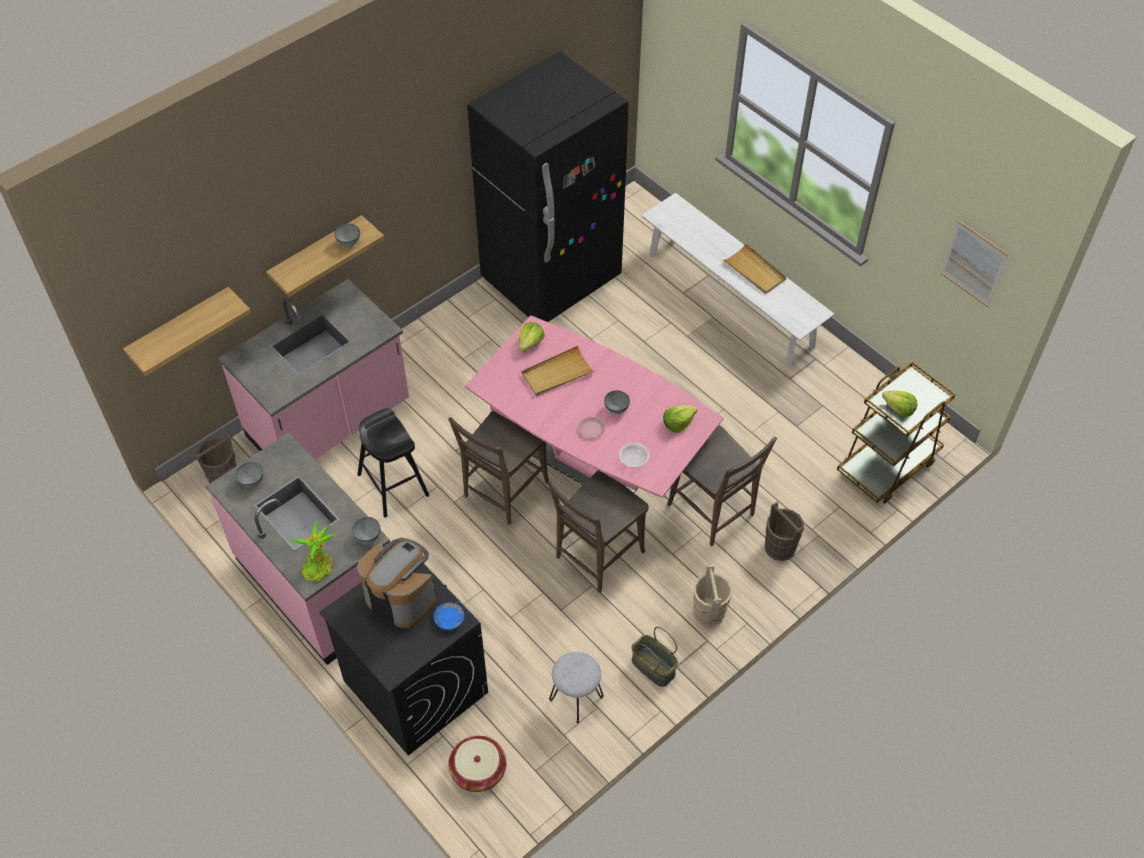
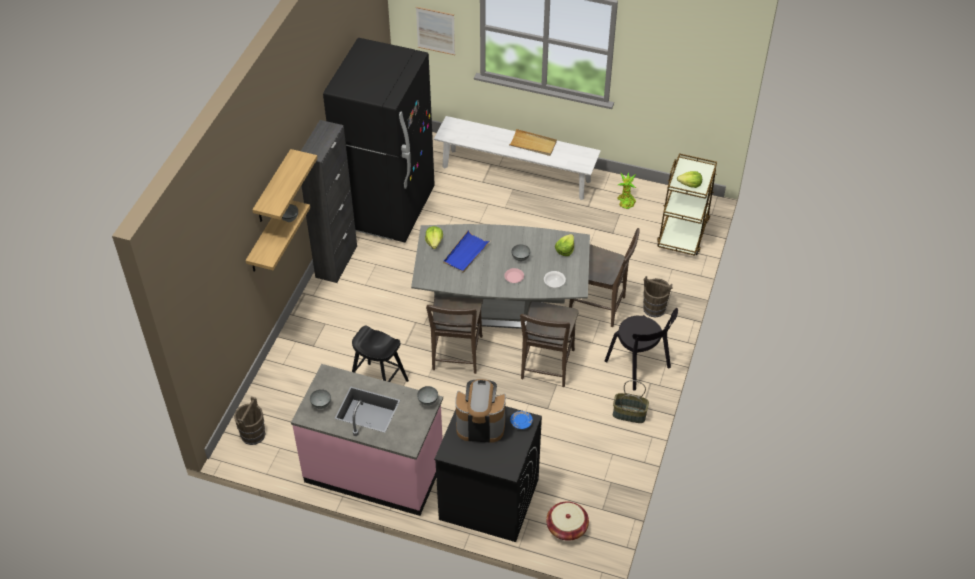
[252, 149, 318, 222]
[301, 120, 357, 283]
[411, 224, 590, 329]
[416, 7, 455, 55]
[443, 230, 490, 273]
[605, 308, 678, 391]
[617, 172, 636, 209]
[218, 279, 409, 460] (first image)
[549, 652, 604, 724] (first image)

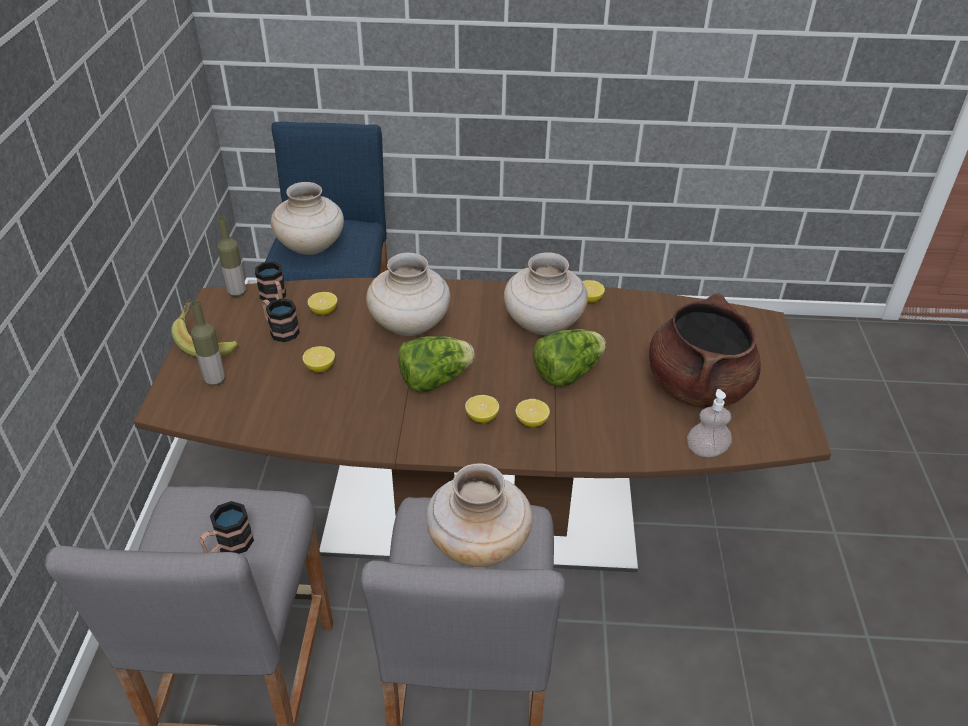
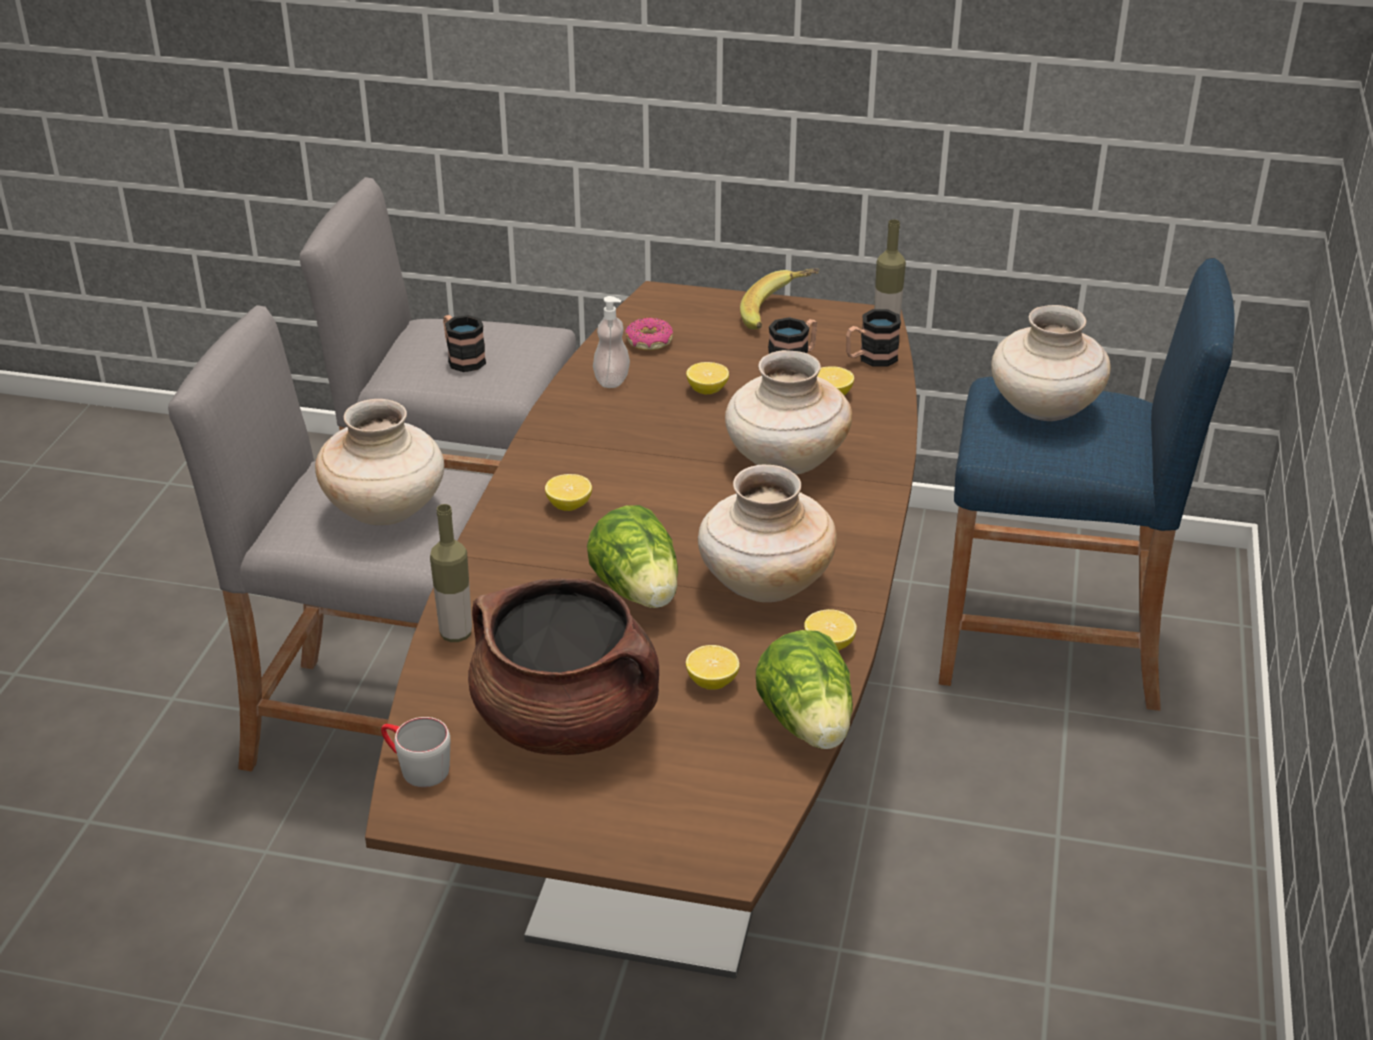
[381, 717, 450, 787]
[430, 504, 472, 642]
[593, 296, 630, 388]
[625, 317, 673, 350]
[686, 645, 740, 690]
[756, 630, 853, 749]

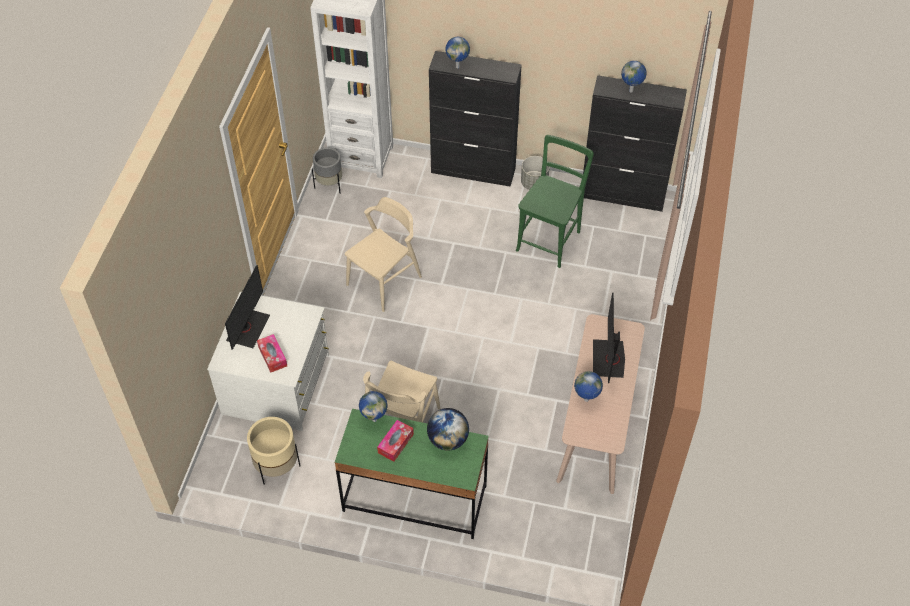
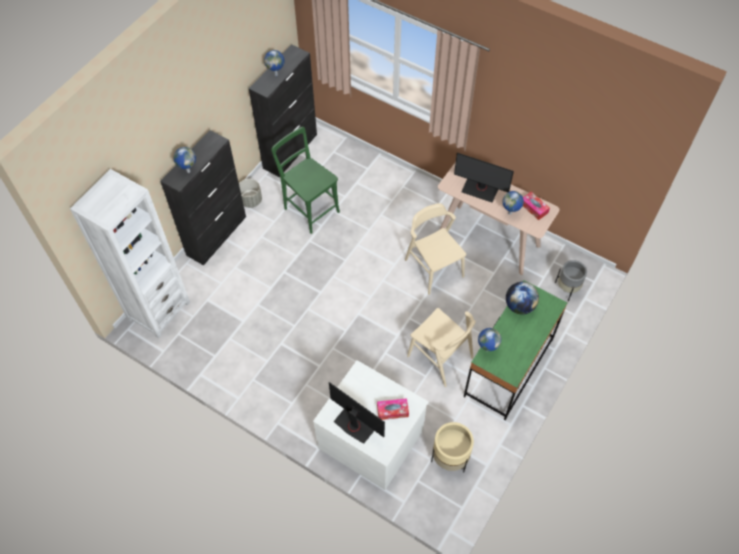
[405, 203, 466, 295]
[523, 192, 550, 220]
[555, 260, 587, 301]

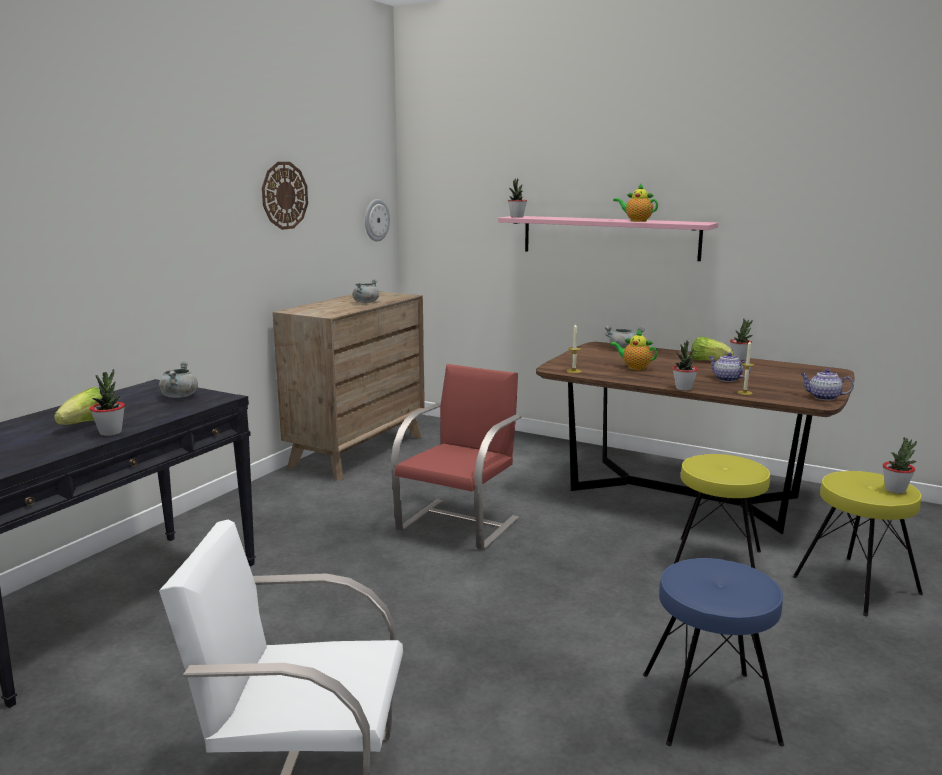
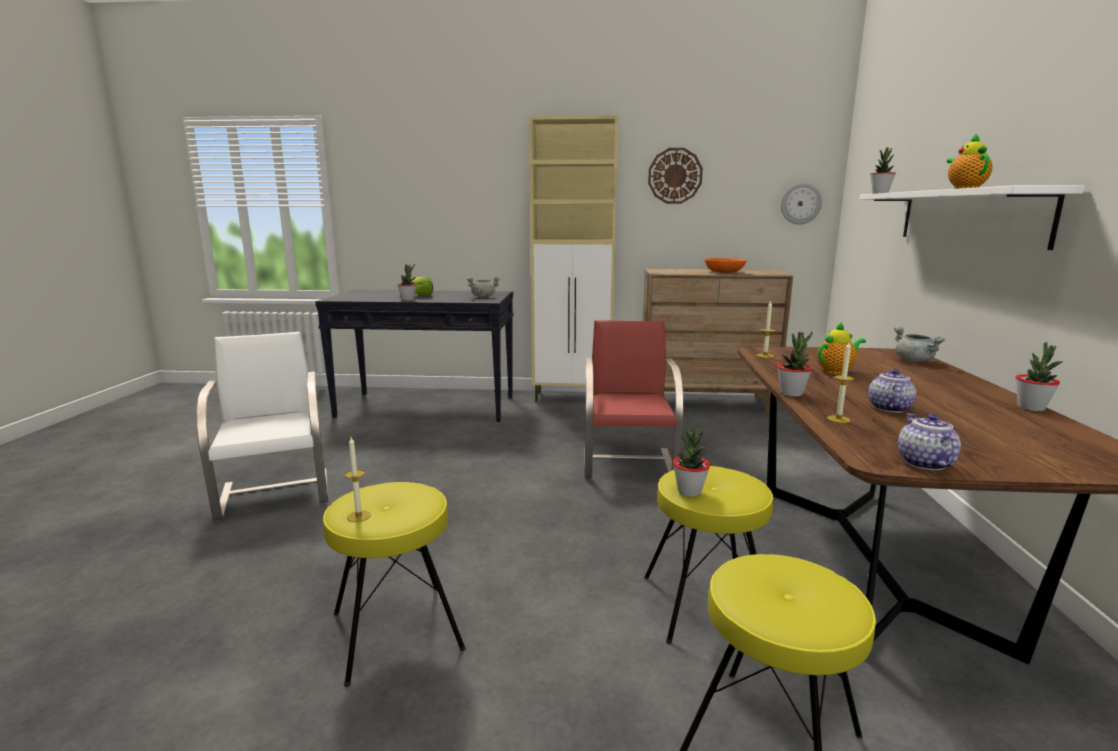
[323, 482, 466, 687]
[344, 437, 371, 522]
[529, 115, 618, 402]
[584, 320, 684, 478]
[673, 426, 710, 497]
[705, 258, 747, 273]
[817, 322, 866, 374]
[859, 185, 1085, 250]
[691, 337, 734, 360] (first image)

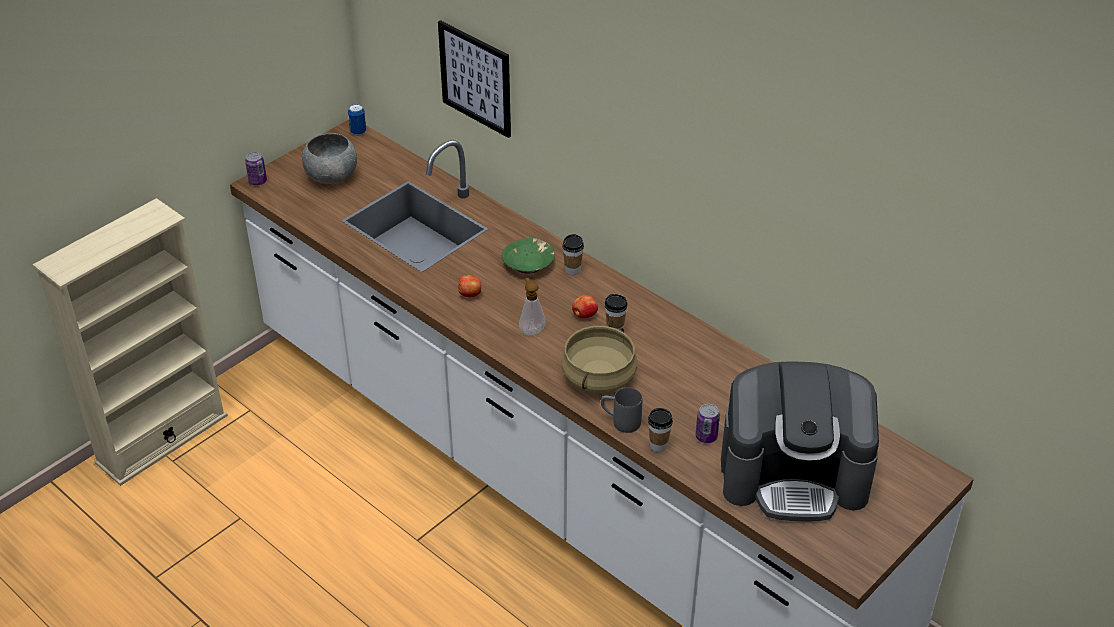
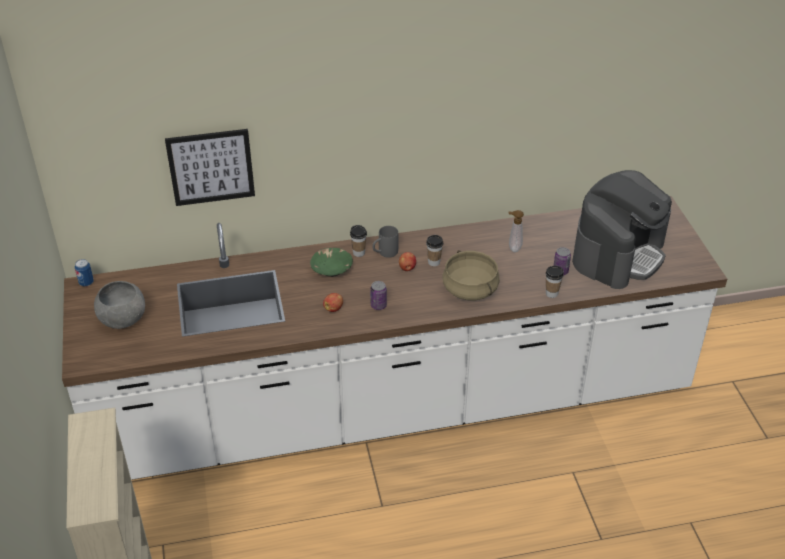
[370, 281, 387, 310]
[373, 226, 398, 258]
[508, 210, 524, 252]

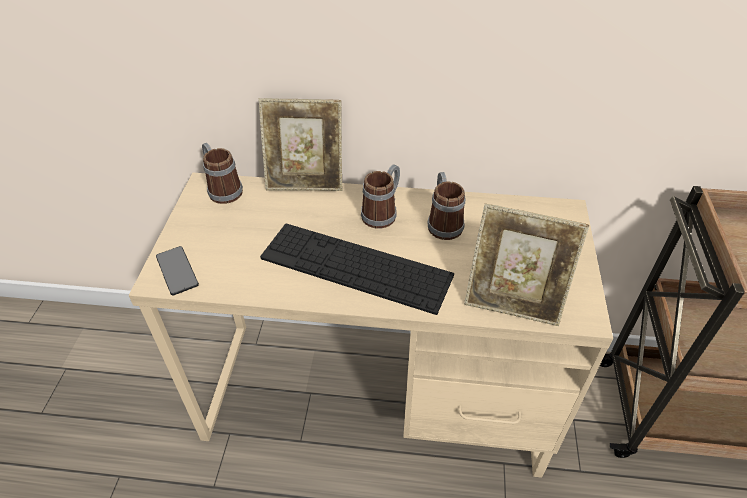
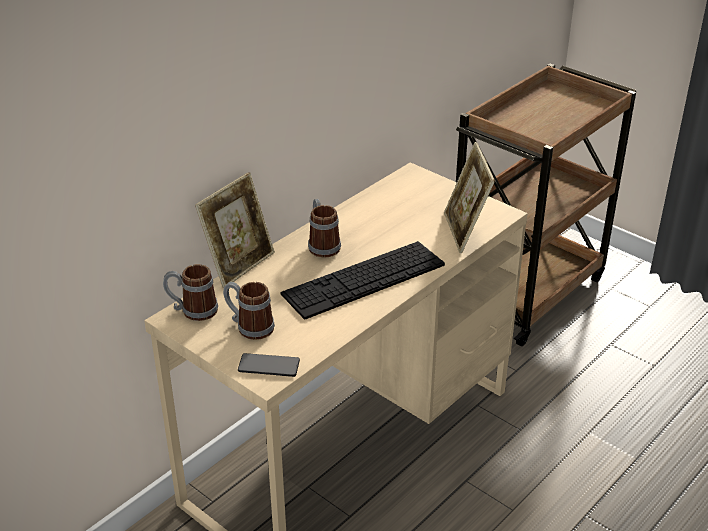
[223, 282, 275, 340]
[444, 142, 495, 253]

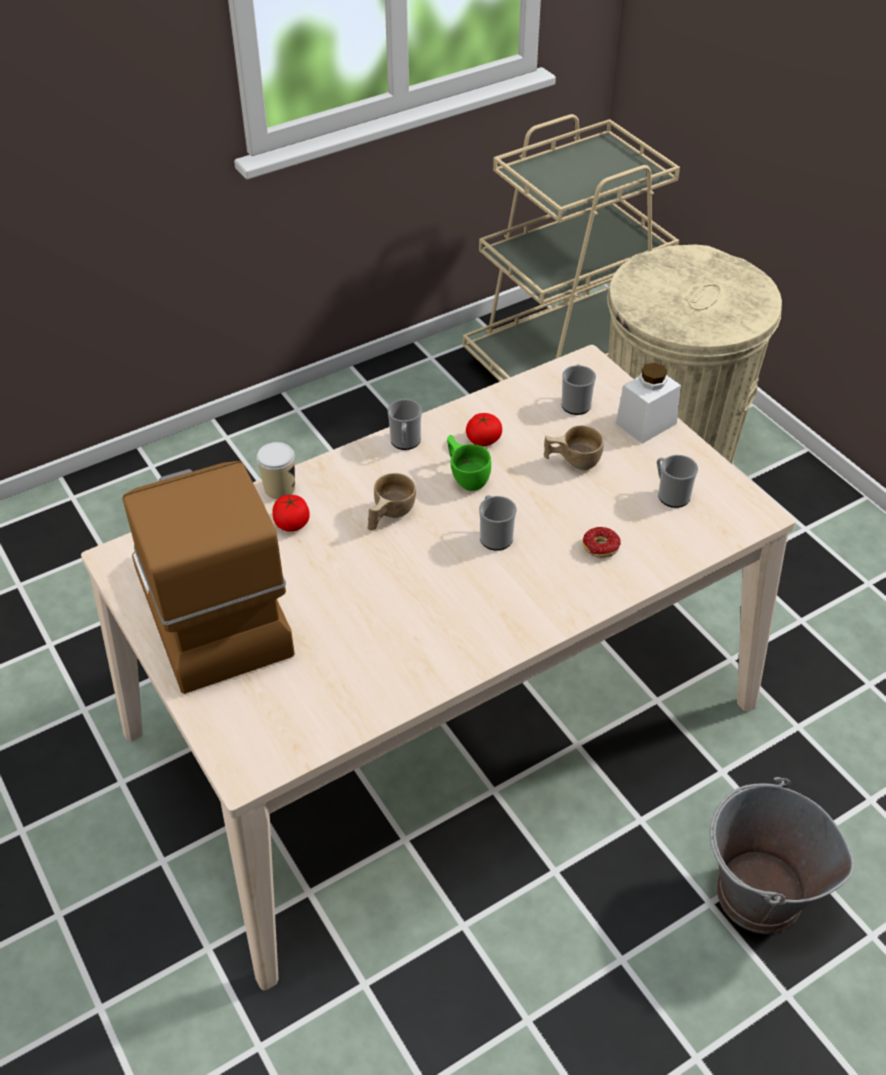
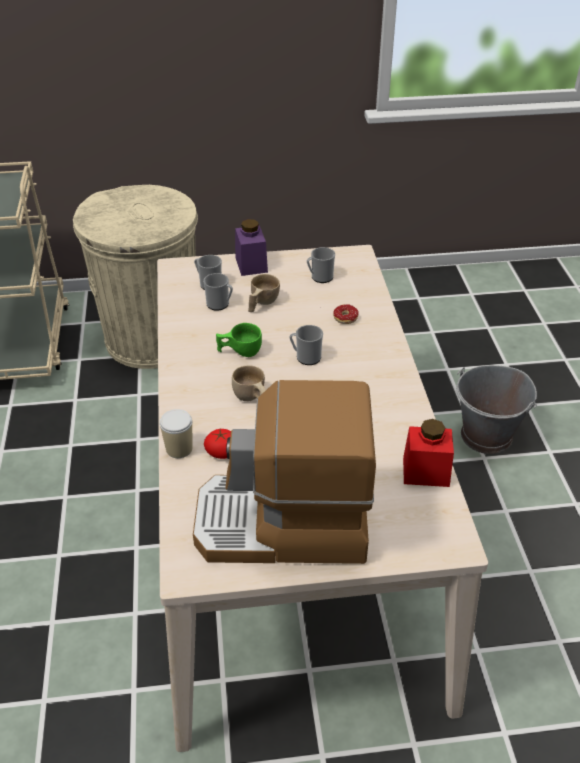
[203, 273, 233, 311]
[235, 219, 268, 276]
[403, 419, 454, 487]
[466, 413, 502, 446] (first image)

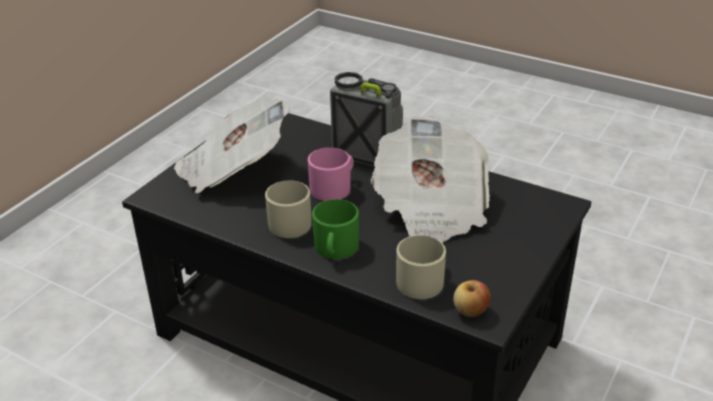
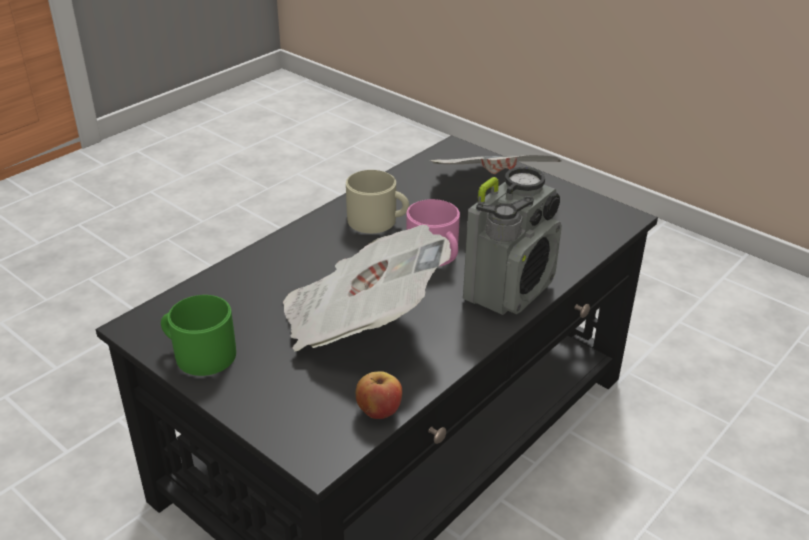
[161, 295, 236, 376]
[356, 371, 402, 419]
[396, 235, 446, 299] (first image)

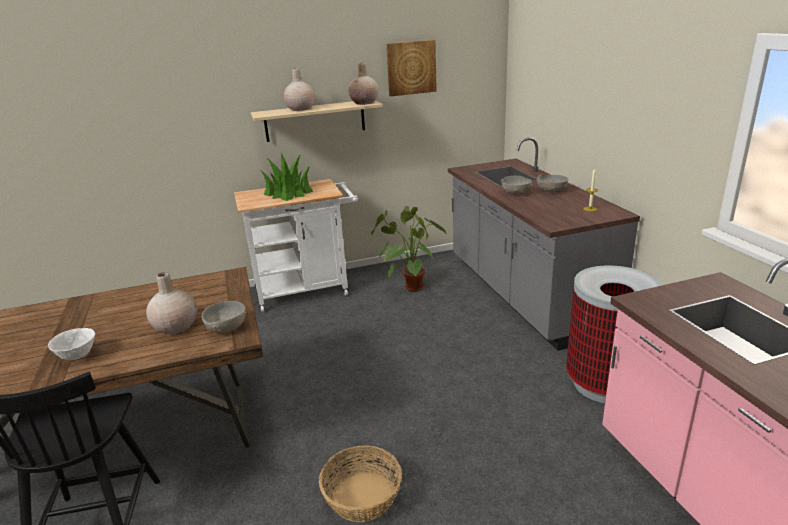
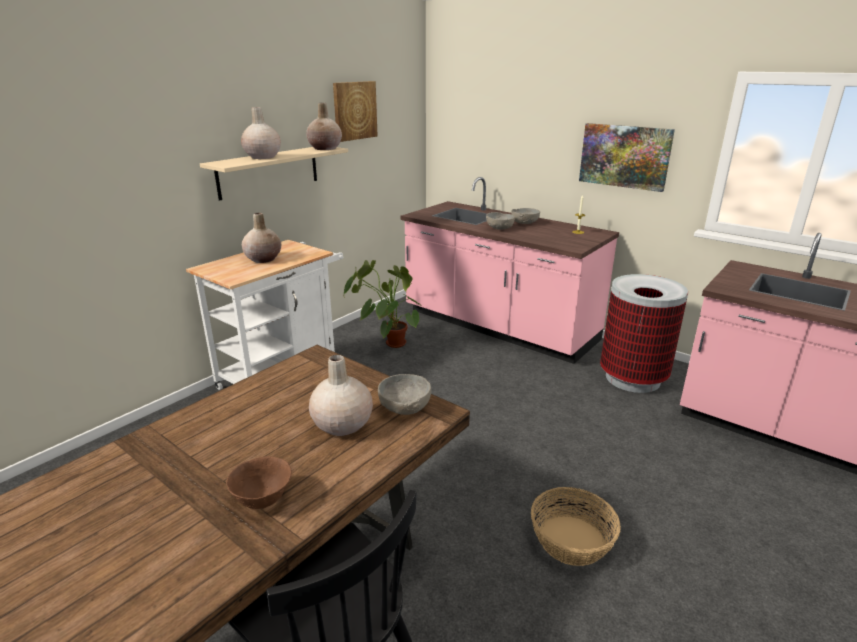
[226, 456, 292, 509]
[242, 213, 281, 263]
[401, 177, 619, 364]
[579, 123, 675, 192]

